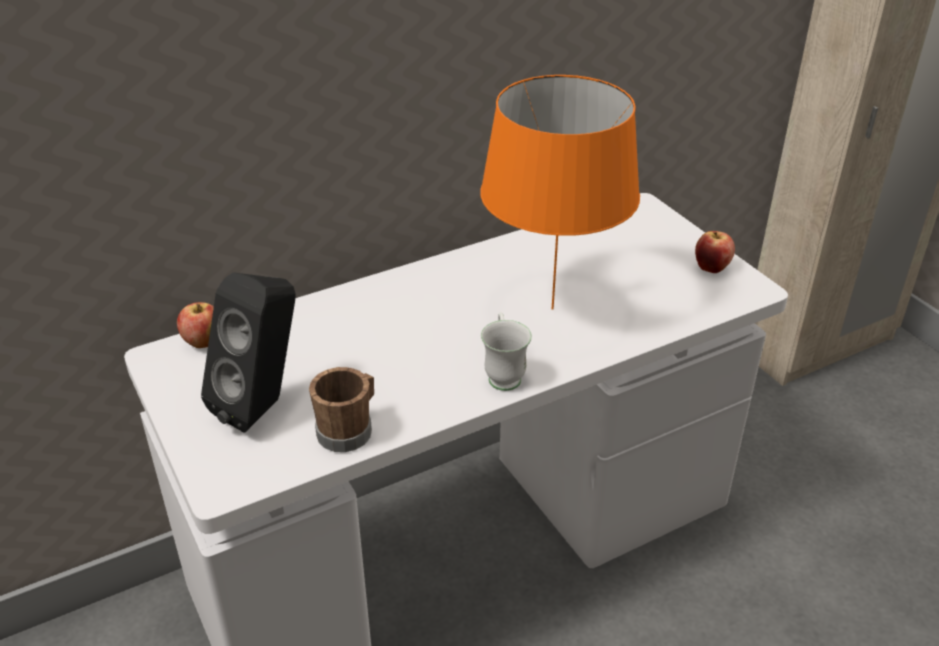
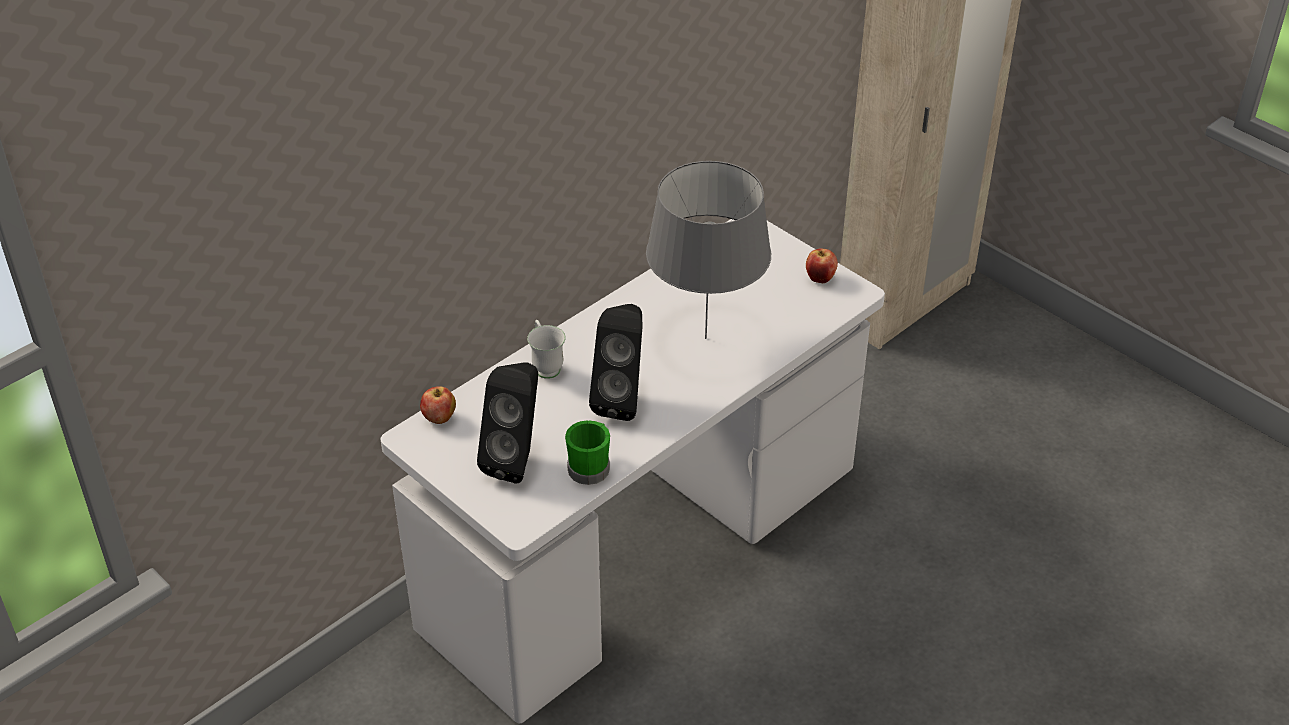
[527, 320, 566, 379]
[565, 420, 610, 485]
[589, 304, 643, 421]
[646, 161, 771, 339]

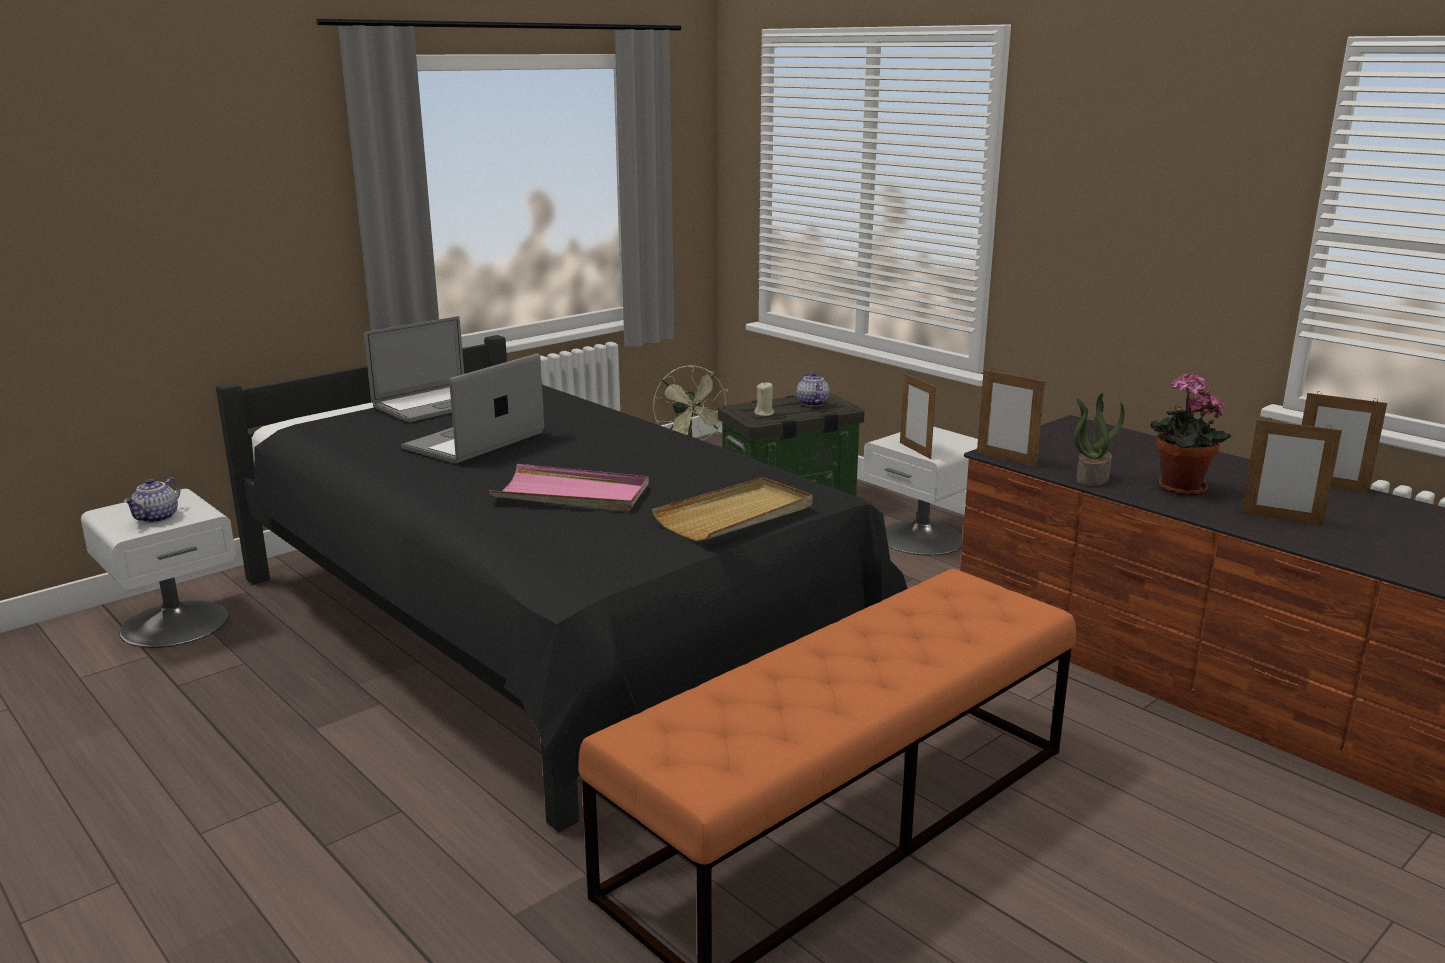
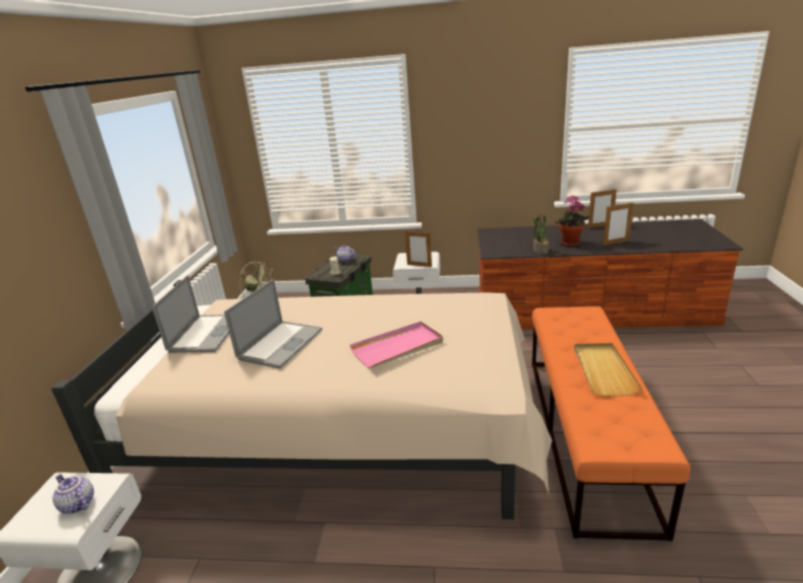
[51, 280, 552, 520]
[53, 474, 94, 514]
[224, 279, 323, 368]
[574, 343, 643, 396]
[977, 368, 1045, 467] (first image)

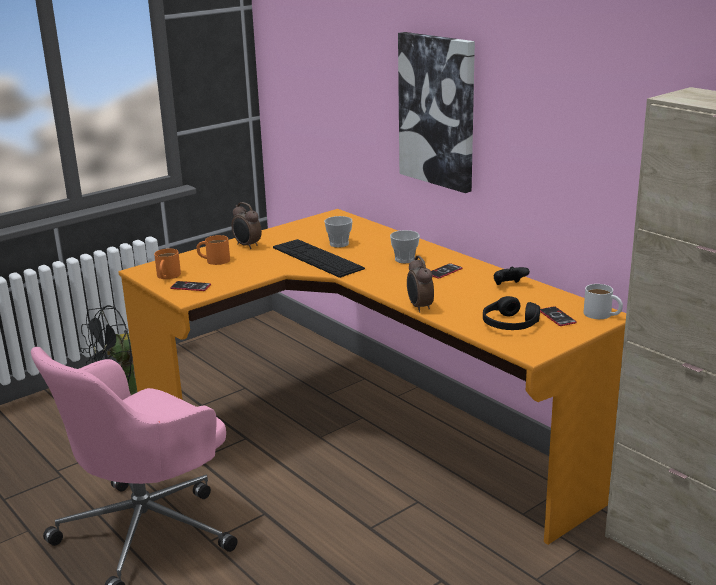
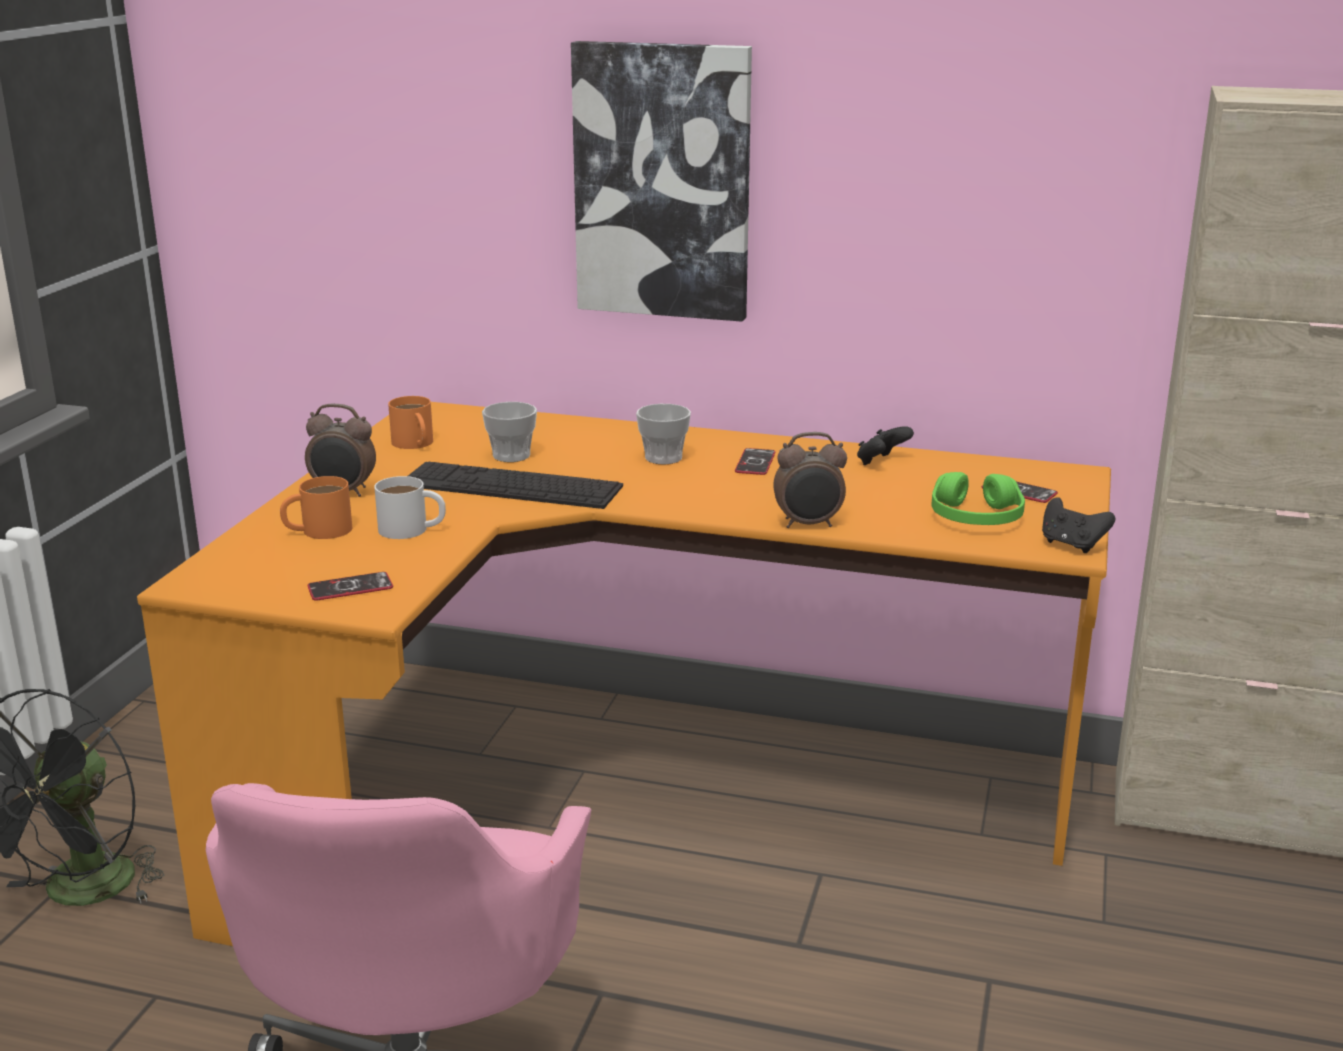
[374, 476, 446, 539]
[388, 396, 433, 449]
[773, 432, 847, 528]
[931, 472, 1025, 525]
[1042, 497, 1115, 553]

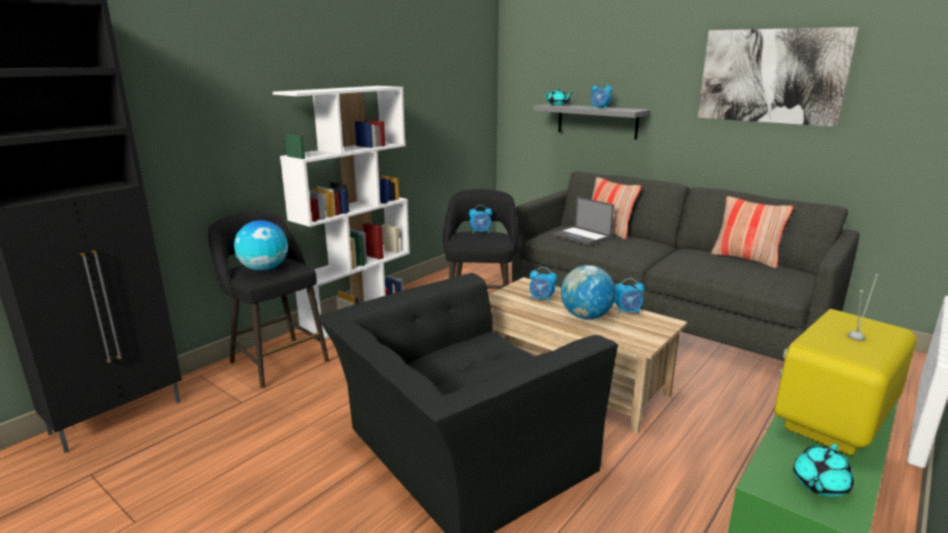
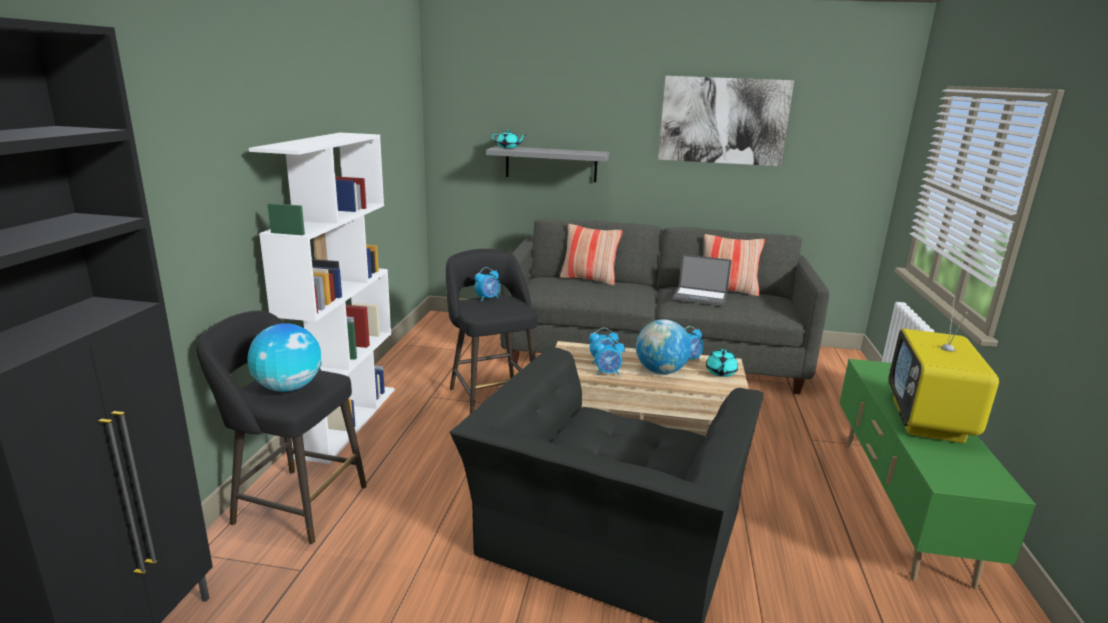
[594, 338, 625, 375]
[673, 254, 732, 306]
[706, 349, 738, 377]

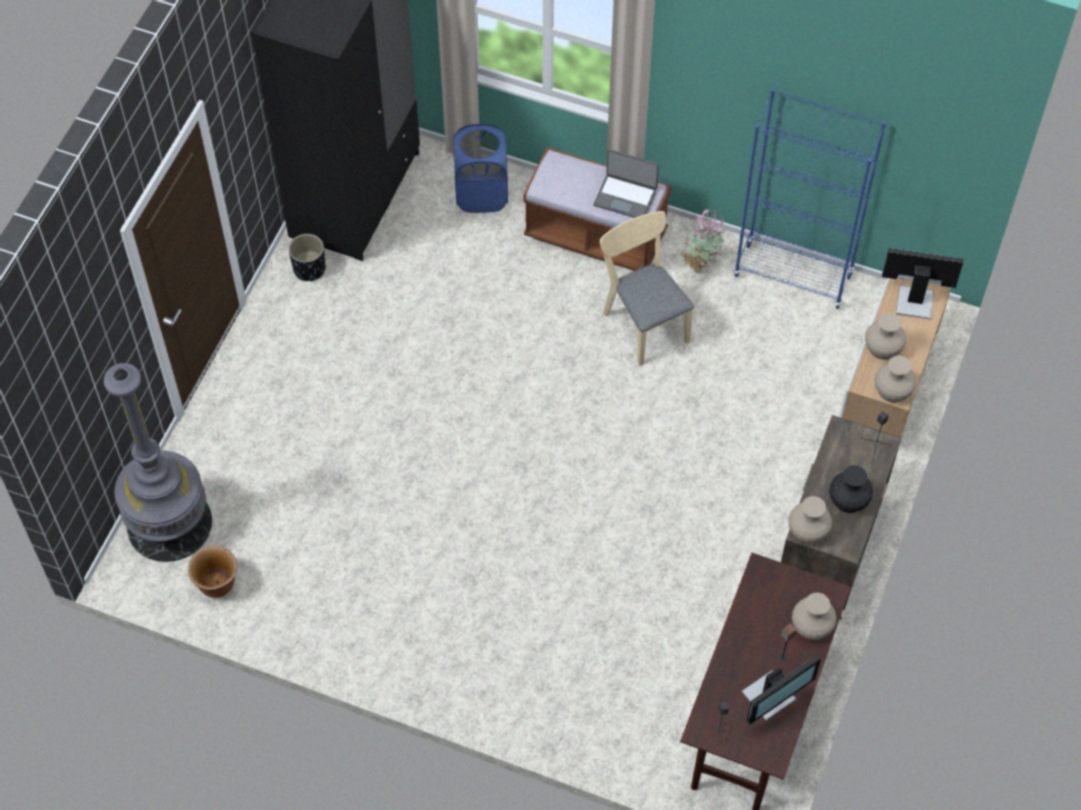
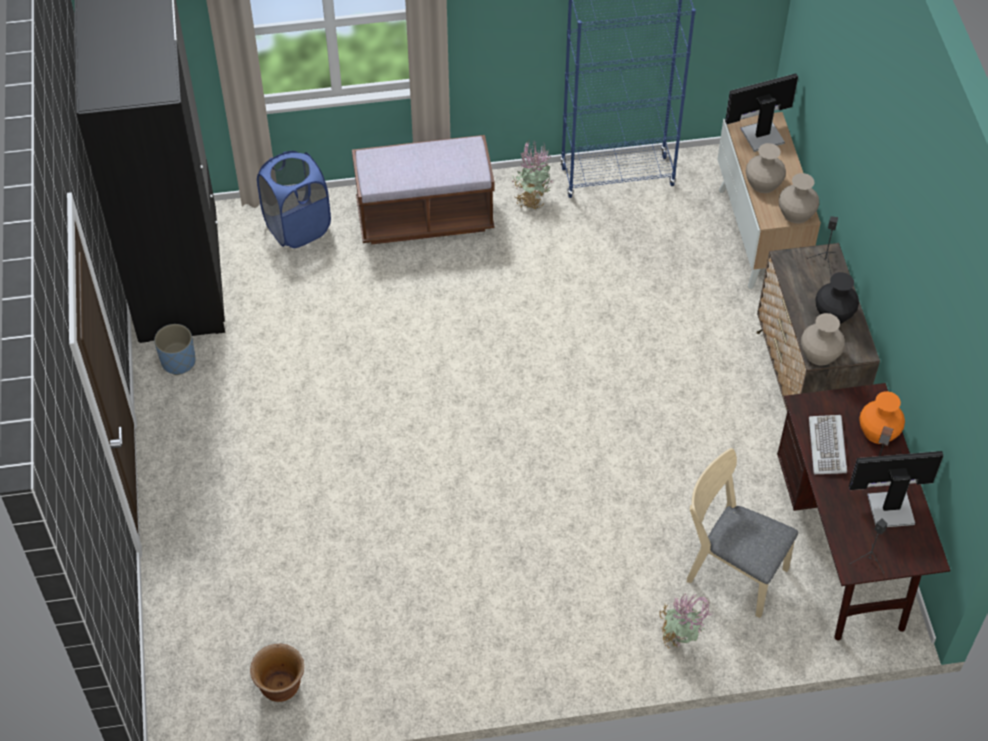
[154, 324, 196, 375]
[659, 593, 712, 649]
[687, 448, 798, 618]
[809, 415, 847, 474]
[849, 451, 943, 527]
[859, 391, 905, 444]
[104, 363, 212, 562] (first image)
[594, 149, 659, 218] (first image)

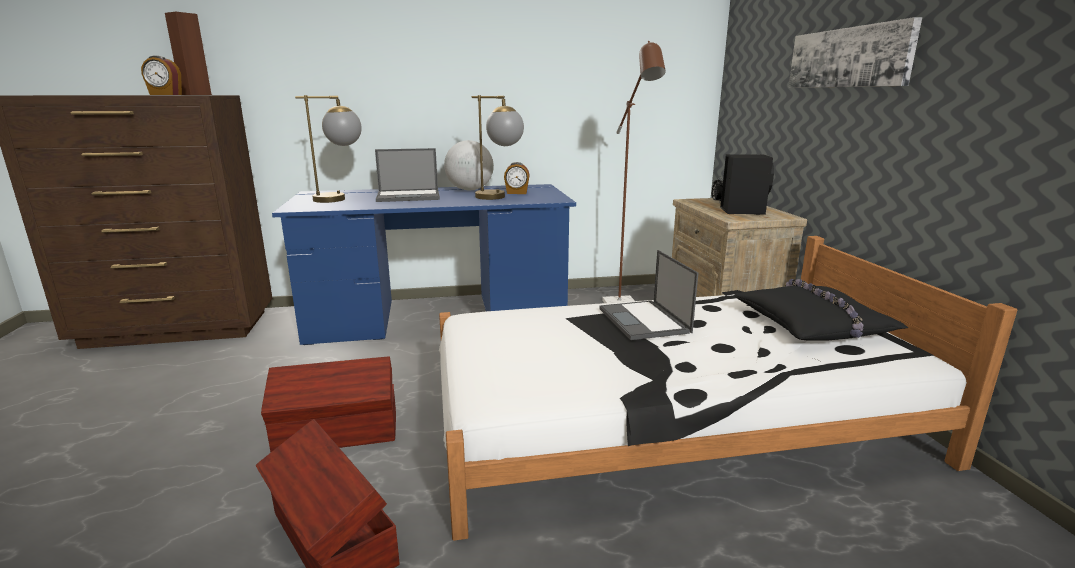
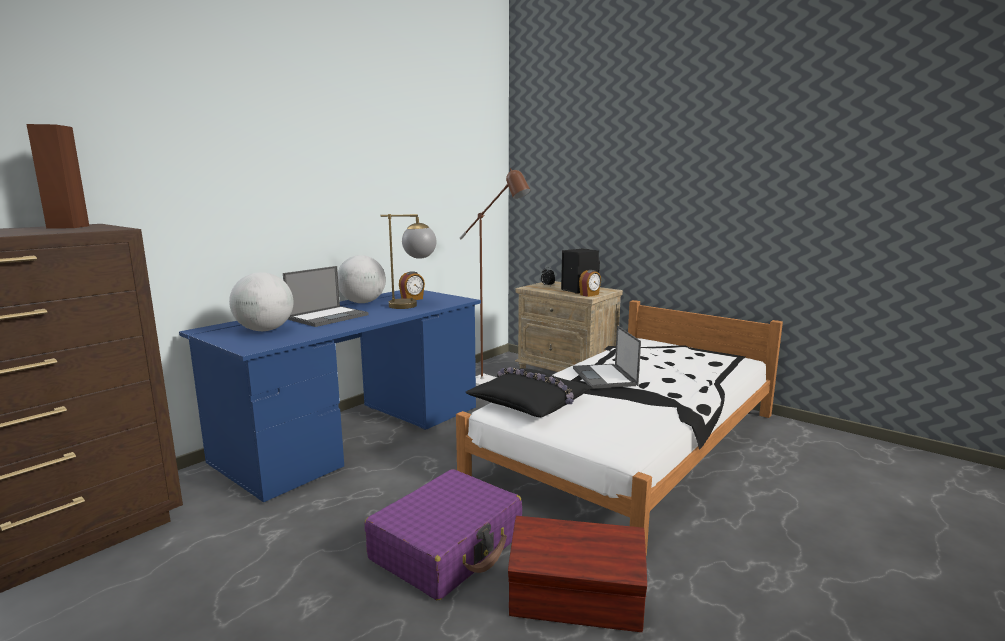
[229, 272, 293, 331]
[365, 469, 522, 600]
[465, 367, 593, 417]
[573, 325, 641, 389]
[579, 270, 601, 297]
[788, 17, 922, 88] (first image)

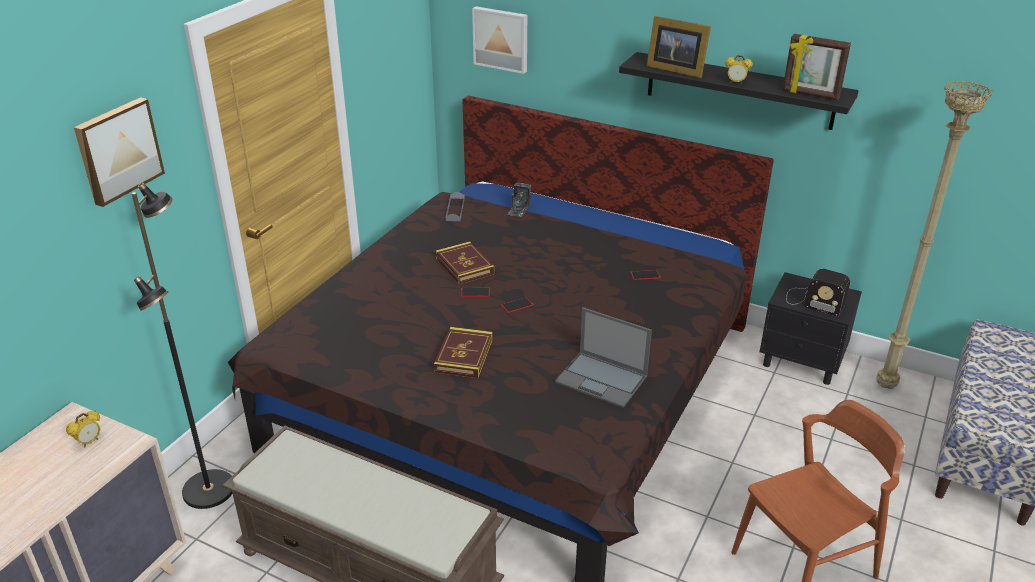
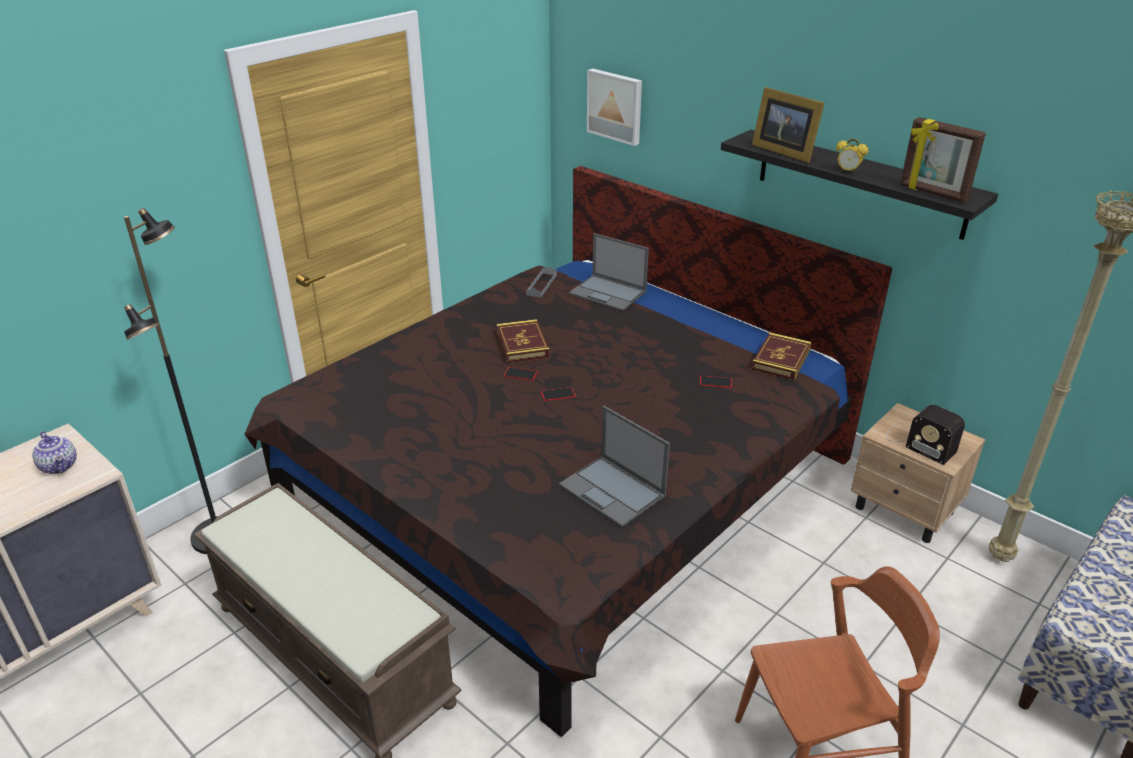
[32, 431, 77, 474]
[569, 233, 649, 311]
[751, 332, 811, 380]
[851, 403, 986, 543]
[74, 97, 165, 207] (first image)

